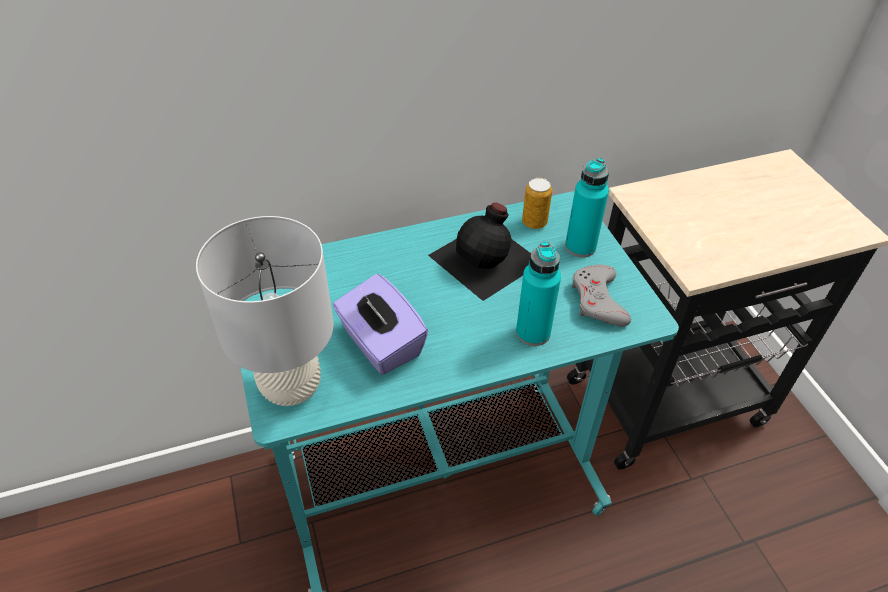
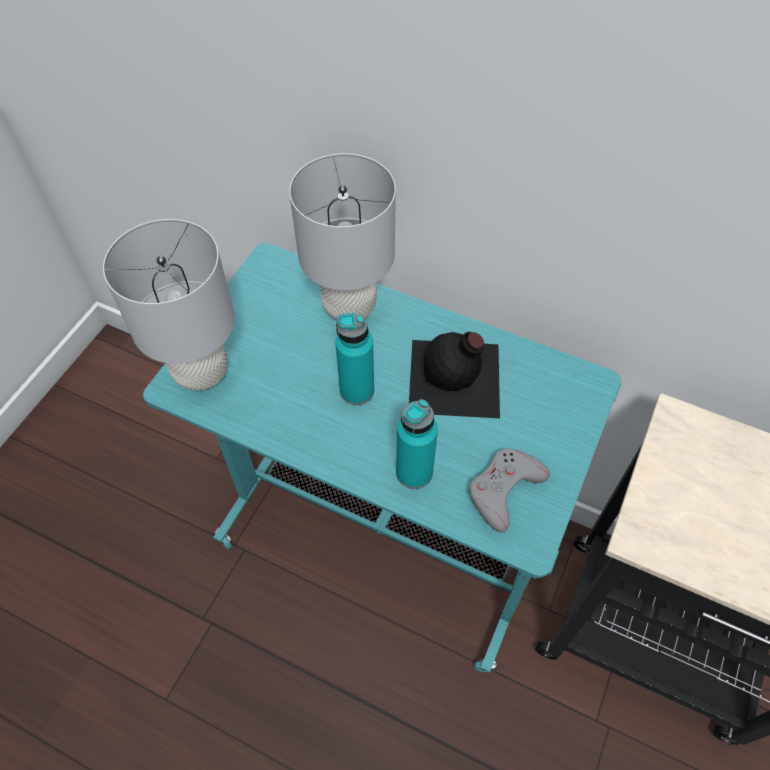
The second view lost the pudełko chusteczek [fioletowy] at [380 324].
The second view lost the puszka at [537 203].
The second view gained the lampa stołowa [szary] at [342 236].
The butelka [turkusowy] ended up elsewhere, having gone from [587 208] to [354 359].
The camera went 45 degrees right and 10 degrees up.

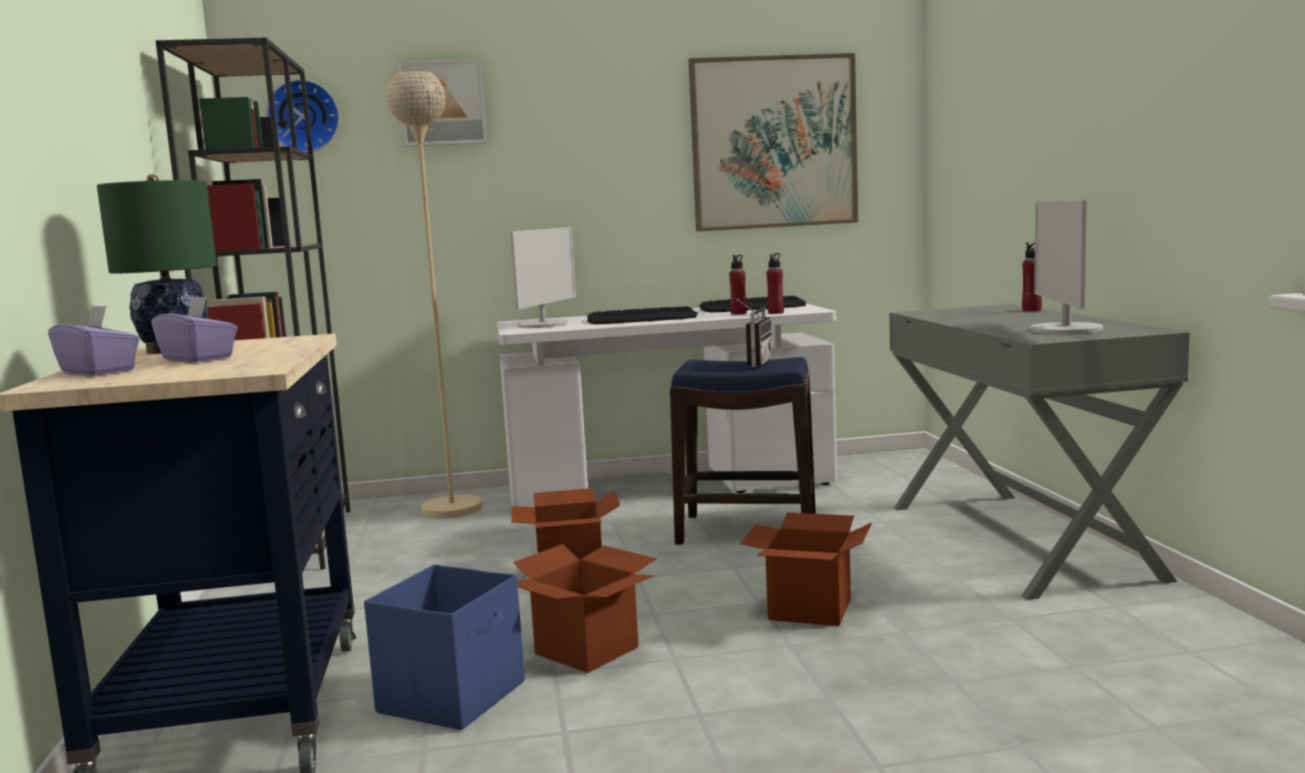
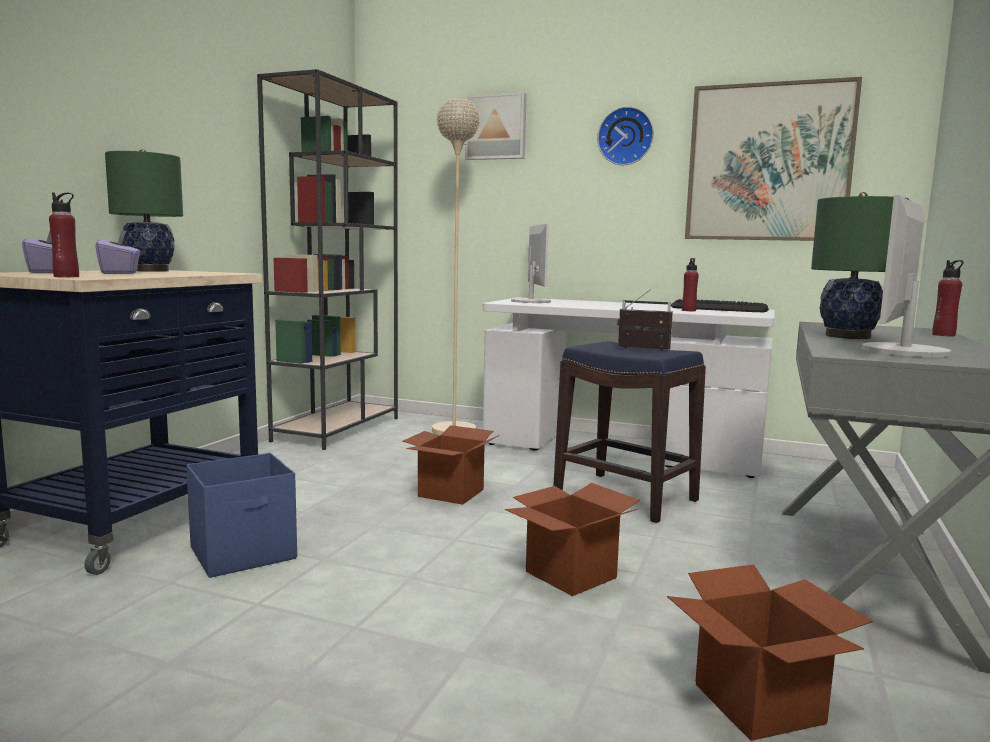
The second view lost the klawiatura at [642 315].
The second view gained the lampa stołowa [zielony] at [860 265].
The zegar ścienny ended up elsewhere, having gone from [303 116] to [625 135].
The karton ended up elsewhere, having gone from [585 608] to [770 652].
The butelka [czerwony] ended up elsewhere, having gone from [775 283] to [64 235].
The monitor at [543 277] ended up facing another way, 60 degrees counterclockwise from before.
The radio at [753 332] ended up facing another way, 120 degrees counterclockwise from before.
The camera went 30 degrees right and 0 degrees up.

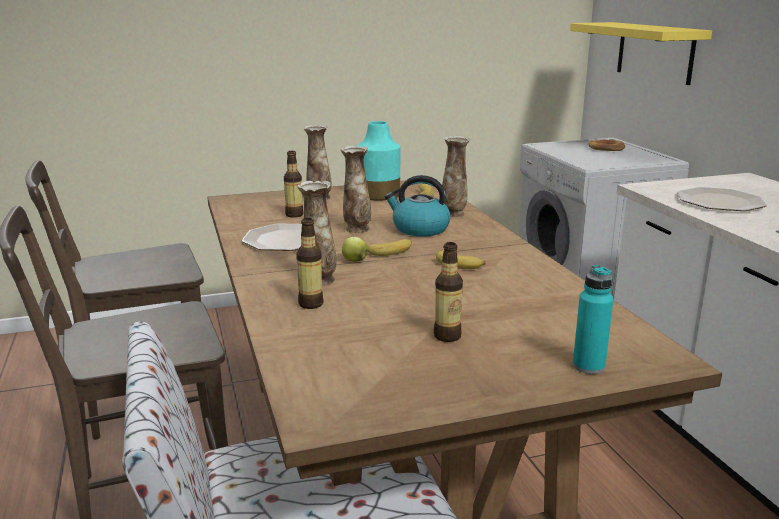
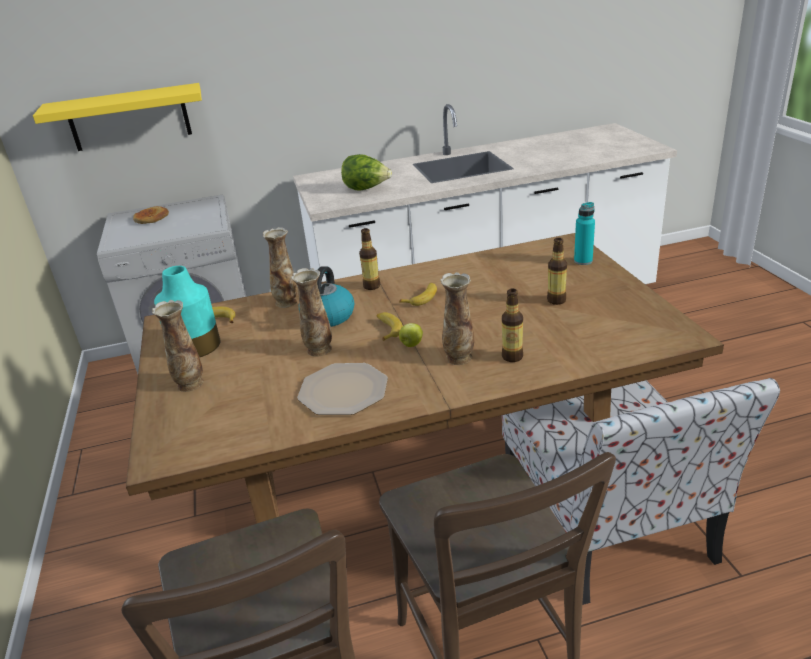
The butelka ended up elsewhere, having gone from [293 184] to [369 259].
Where the talerz stood at [722 199], the sałata came to stand at [366 172].
The camera went 85 degrees left and 10 degrees up.

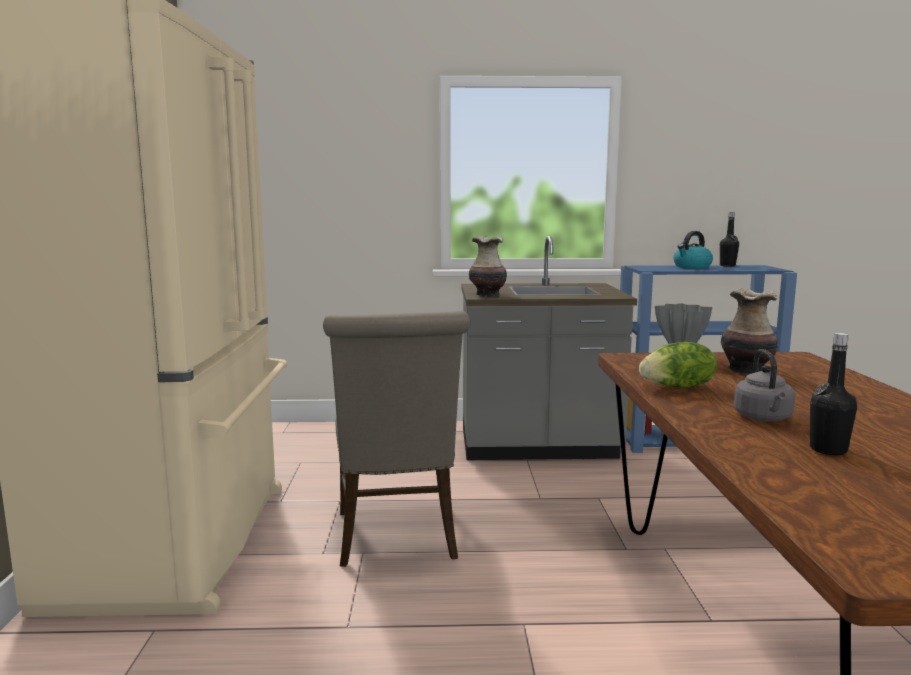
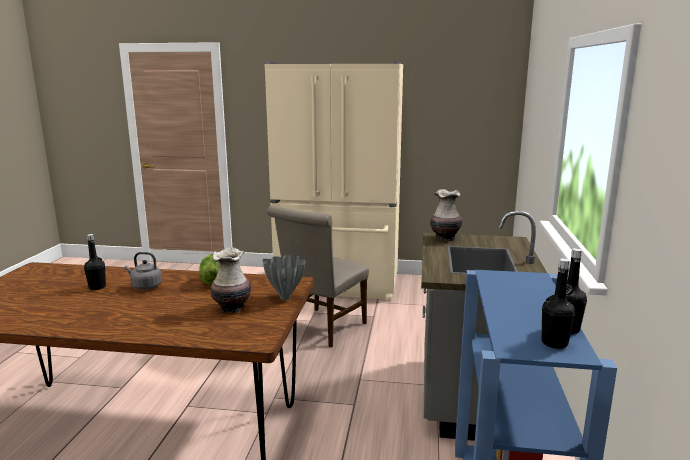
The second view lost the czajnik at [693 249].
The second view gained the butelka [czarny] at [558 303].
The krzesło [beżowy] at [397 439] ended up facing another way, 60 degrees counterclockwise from before.
The camera went 100 degrees right and 5 degrees up.

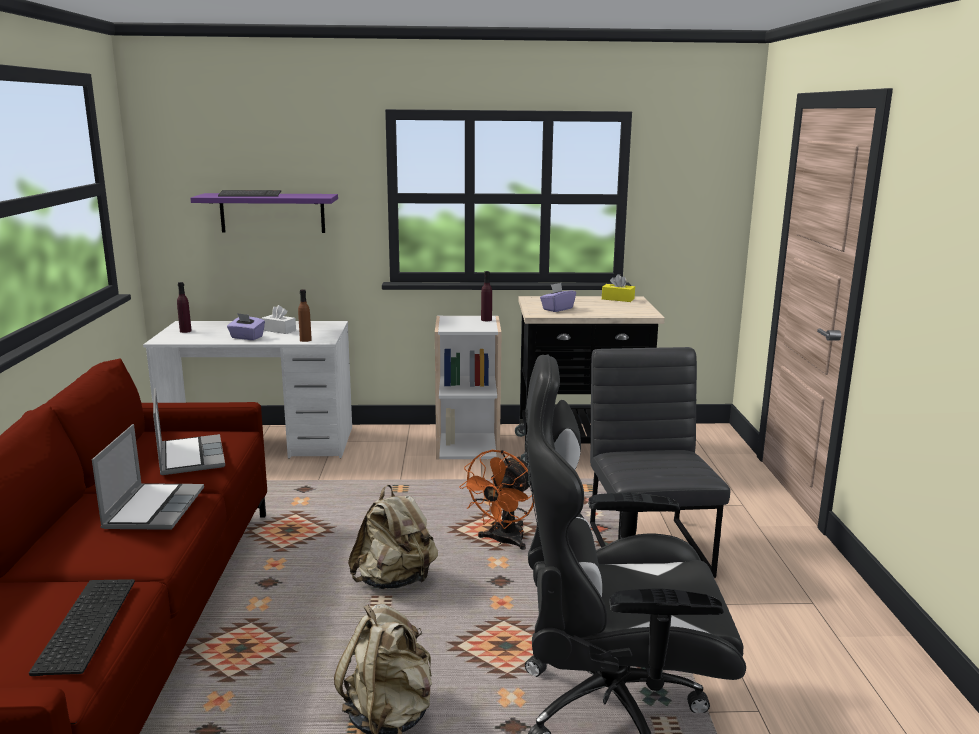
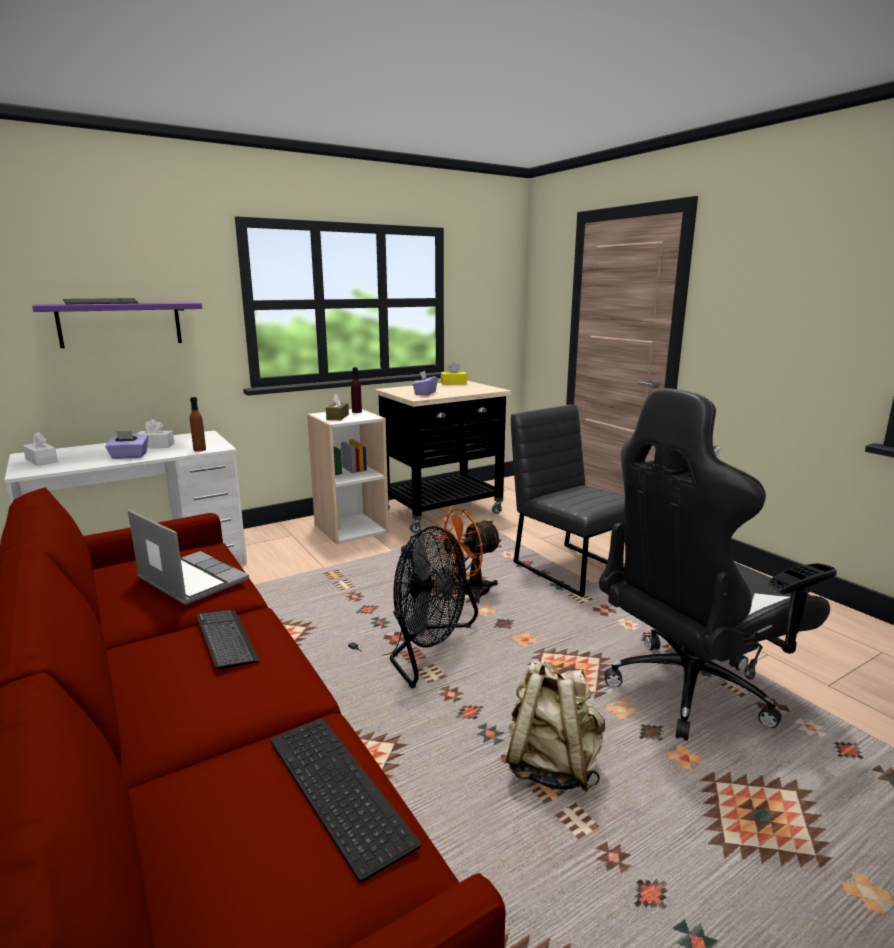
The second view gained the pudełko chusteczek [brązowy] at [337 406].
Where the laptop stood at [148 477], the klawiatura came to stand at [228 640].
Where the butelka [fioletowy] stood at [184 307], the pudełko chusteczek [biały] came to stand at [40 449].
Where the plecak [beżowy] stood at [393 537], the wentylator [czarny] came to stand at [413 607].
The wentylator [pomarańczowy] at [496 500] ended up facing another way, 60 degrees clockwise from before.
The camera went 30 degrees left and 0 degrees up.

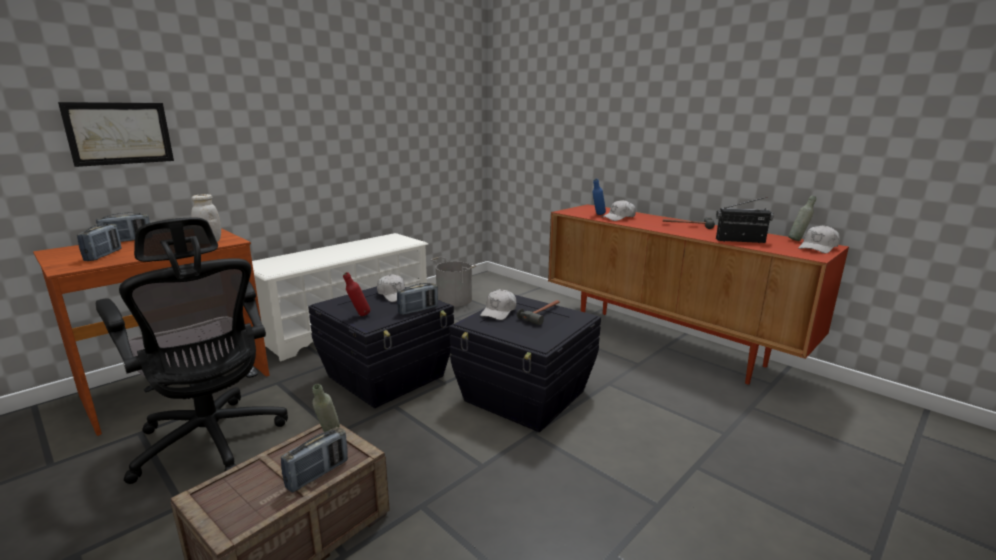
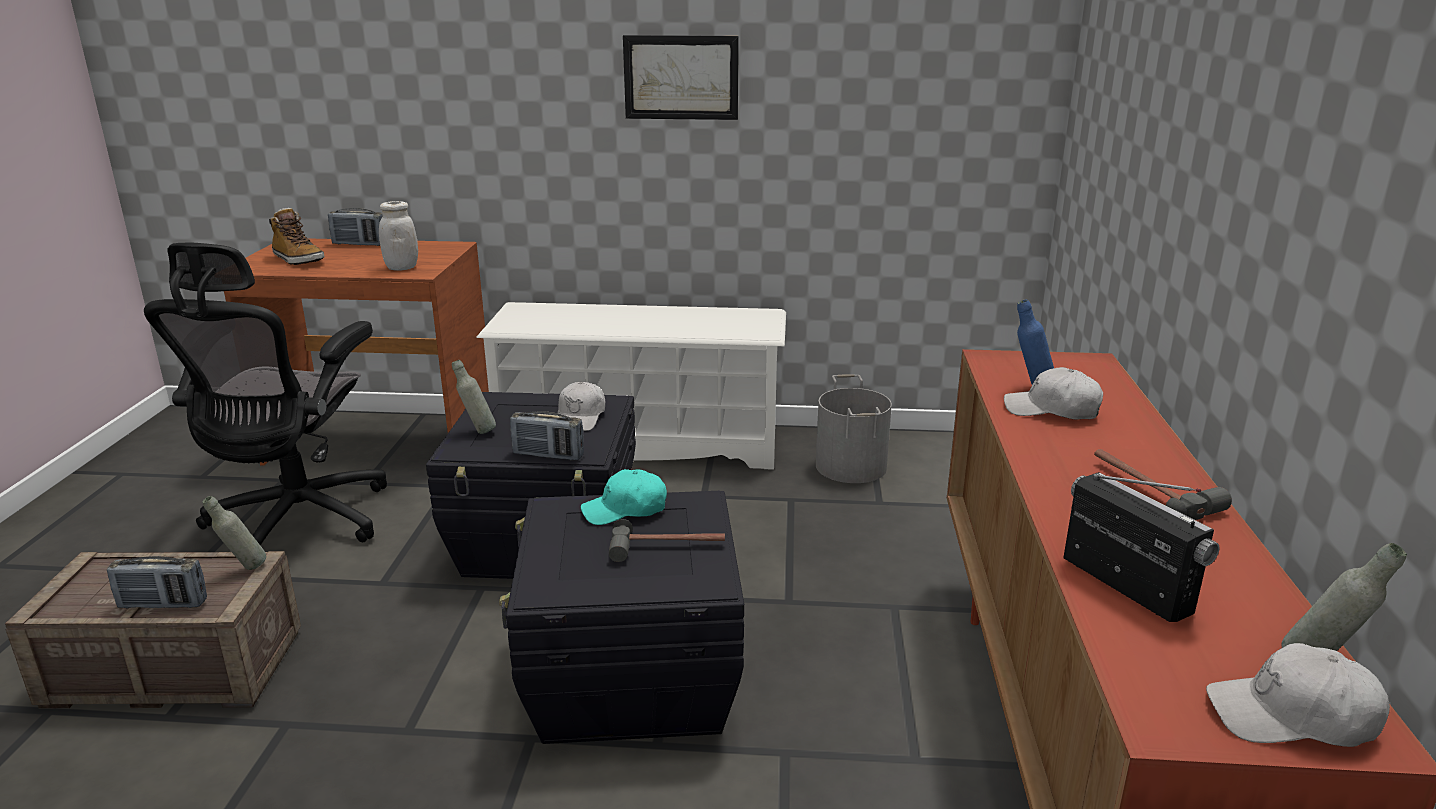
The obraz ended up elsewhere, having gone from [116 134] to [681 77].
Where the radio stood at [99 242], the but z cholewką came to stand at [296 236].
What was the butelka [czerwony] at [356 294] turned into the butelka [szary] at [474 397].
What was the czapka z daszkiem [biały] at [498 304] turned into the czapka z daszkiem [turkusowy] at [624 497].
The camera went 50 degrees right and 5 degrees up.

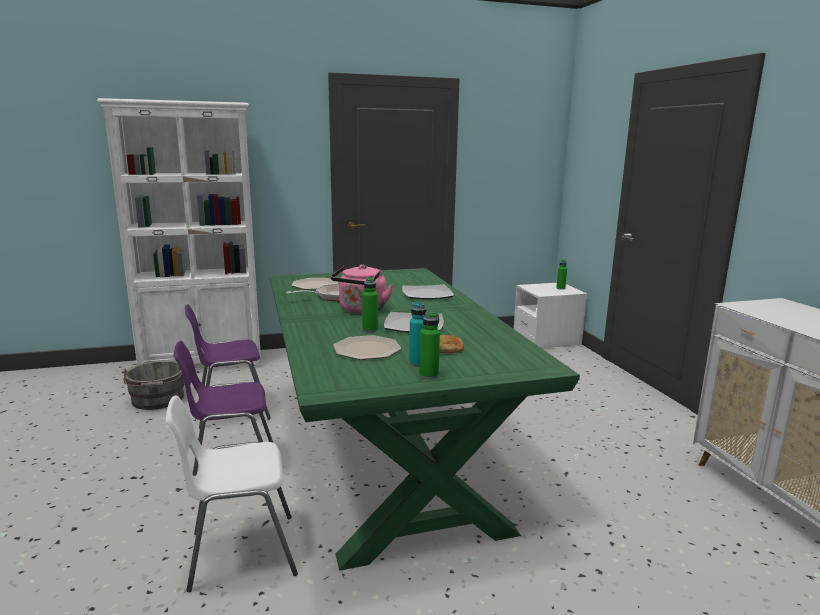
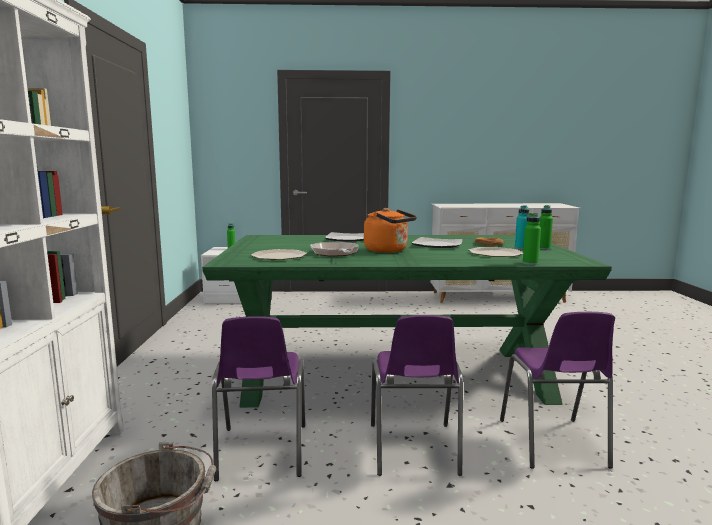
The butelka [zielony] ended up elsewhere, having gone from [370 304] to [531 239].
What was the krzesło [biały] at [232 493] turned into the krzesło [fioletowy] at [557 390].
What was the czajnik [różowy] at [362 289] turned into the czajnik [pomarańczowy] at [390 230].
The camera went 75 degrees left and 5 degrees down.

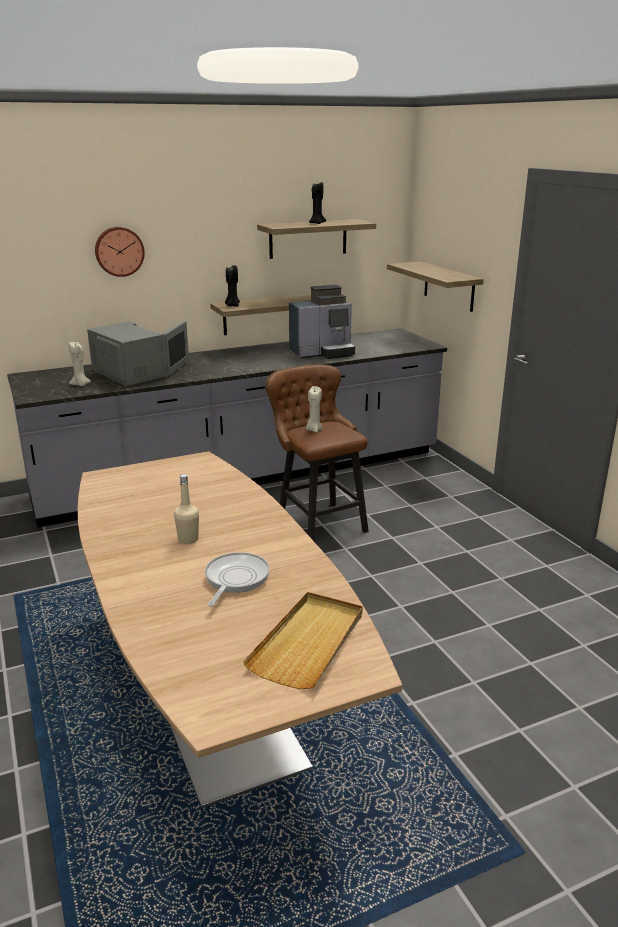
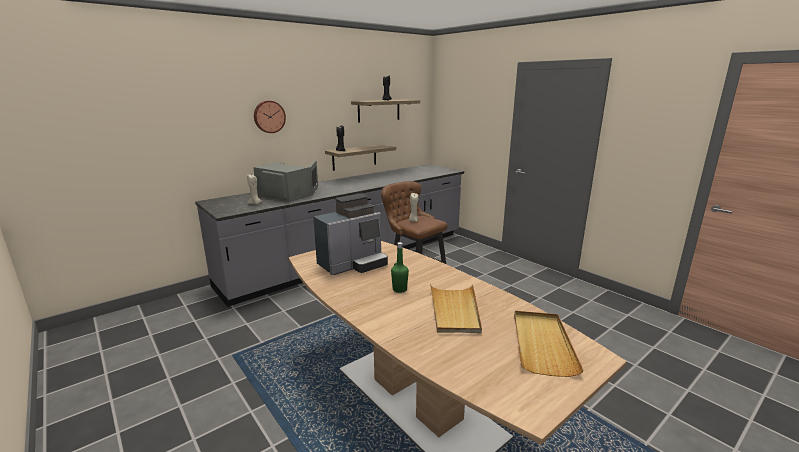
The second view lost the półka at [435 286].
The ekspres do kawy ended up elsewhere, having gone from [322 322] to [350 234].
Where the patelnia stood at [237 579], the taca [beżowy] came to stand at [456 308].
What was the butelka [beżowy] at [186 509] turned into the butelka [zielony] at [400 267].
The camera went 15 degrees left and 5 degrees down.

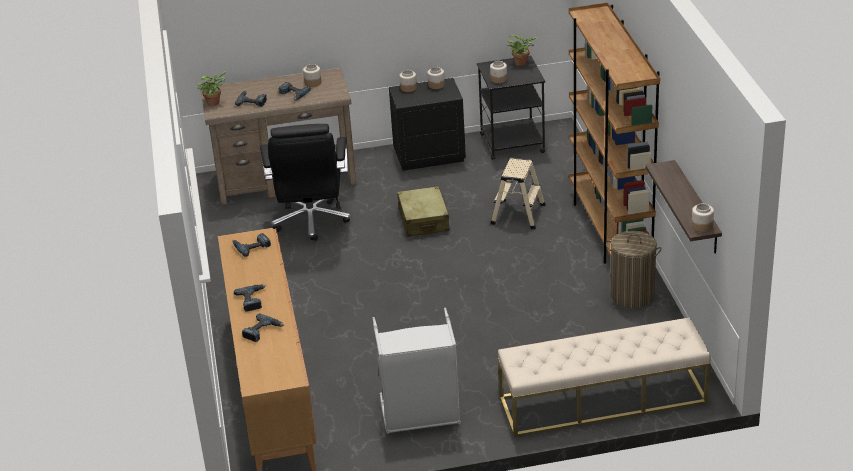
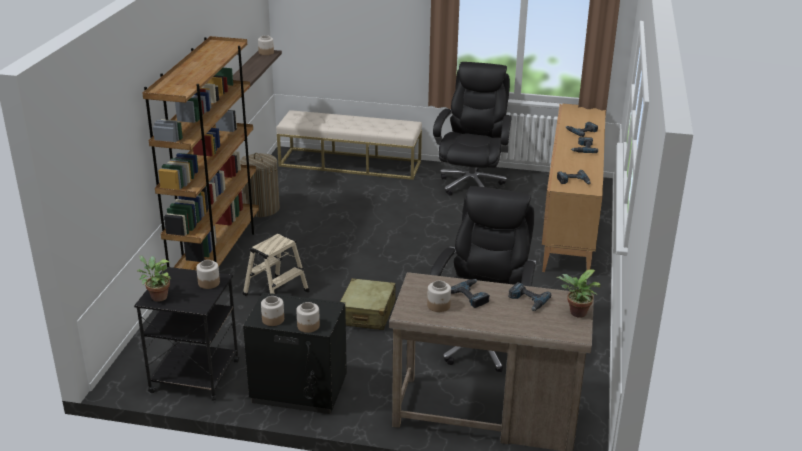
Where the kosz na pranie [szary] stood at [416 371], the krzesło biurowe [czarny] came to stand at [472 128].
The camera went 160 degrees left and 5 degrees down.

